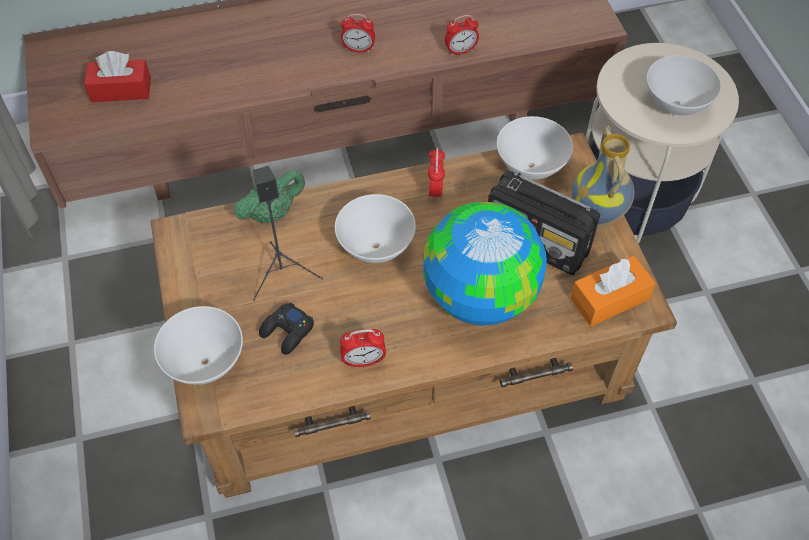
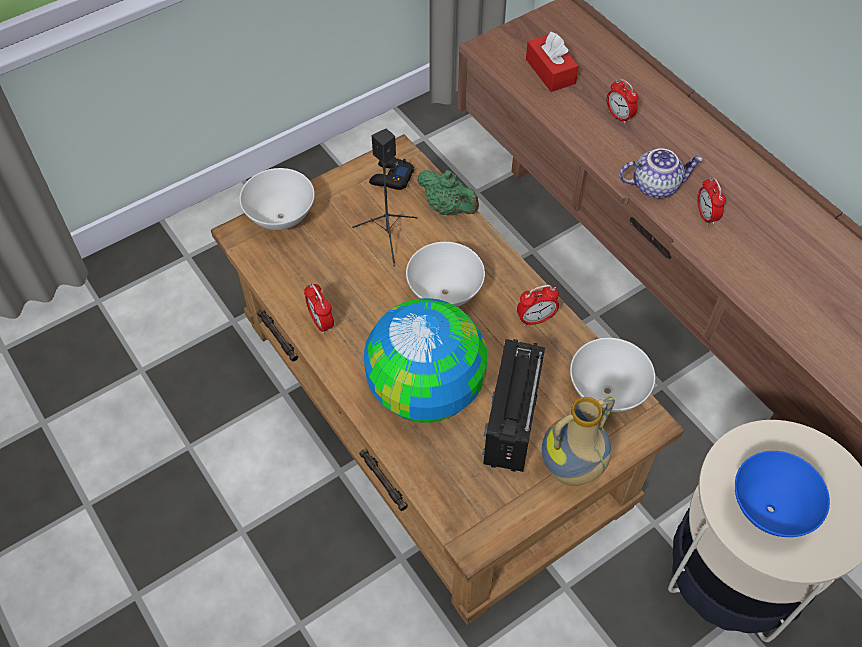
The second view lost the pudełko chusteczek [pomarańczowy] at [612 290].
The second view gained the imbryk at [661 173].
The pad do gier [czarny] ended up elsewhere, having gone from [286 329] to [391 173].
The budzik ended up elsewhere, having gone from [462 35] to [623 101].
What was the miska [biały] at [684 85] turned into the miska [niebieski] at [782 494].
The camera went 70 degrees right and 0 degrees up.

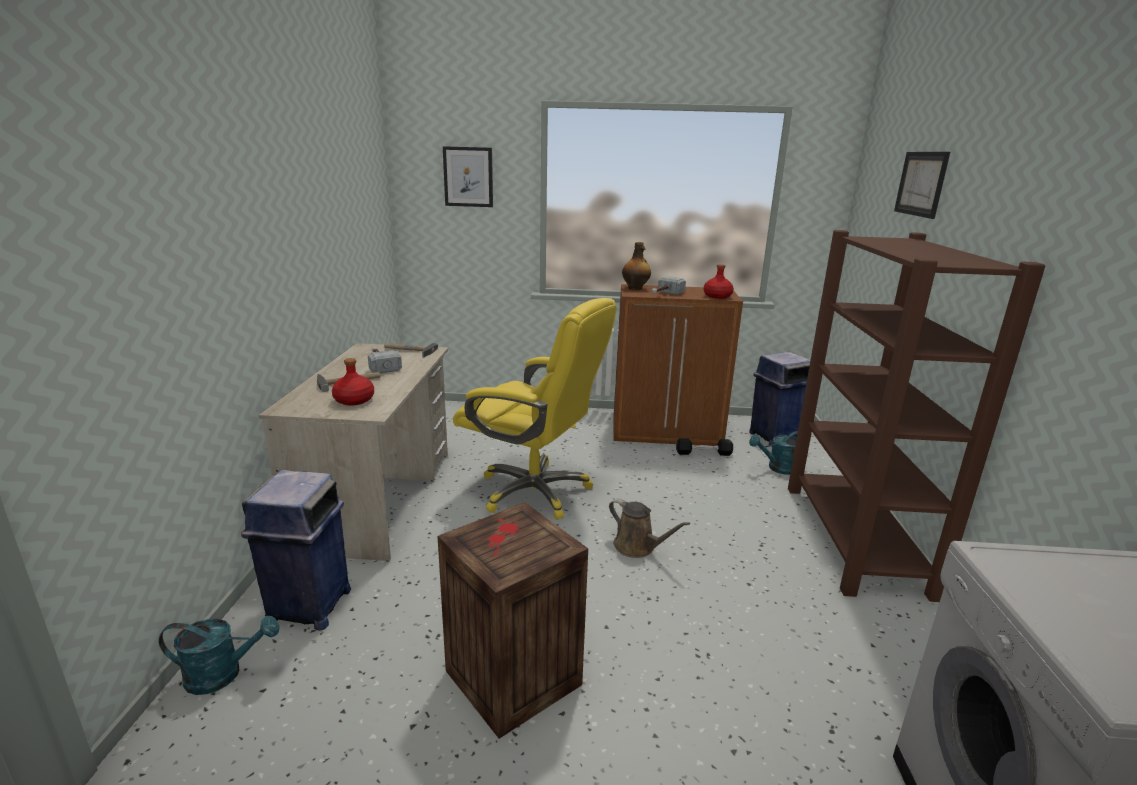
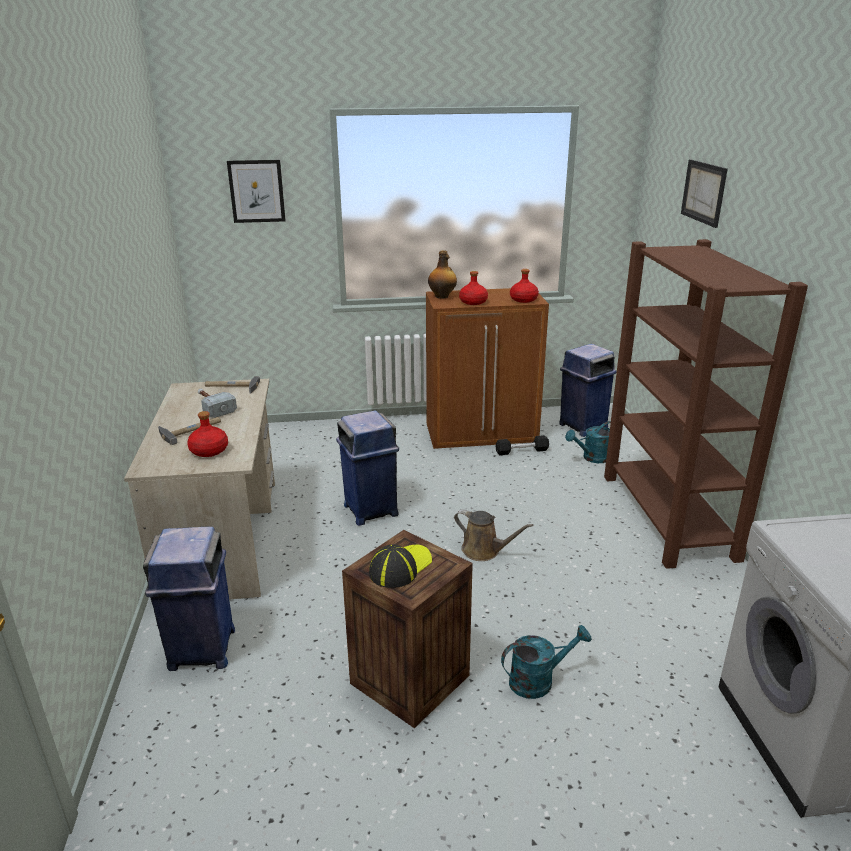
The second view gained the czapka z daszkiem at [400 566].
The konewka [turkusowy] ended up elsewhere, having gone from [219 655] to [546 662].
Where the krzesło biurowe [żółty] stood at [534 409], the kosz na śmieci [niebieski] came to stand at [367 468].
Where the młotek stood at [669 285], the butelka [czerwony] came to stand at [473 288].
The camera went 10 degrees left and 5 degrees up.

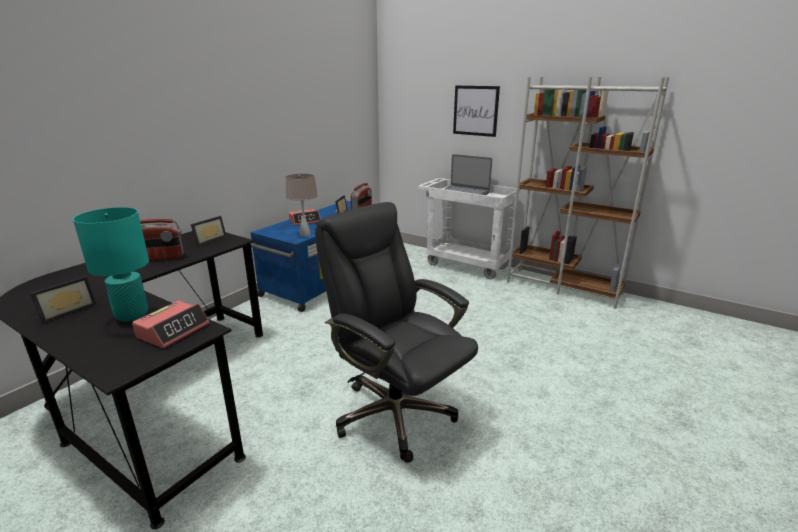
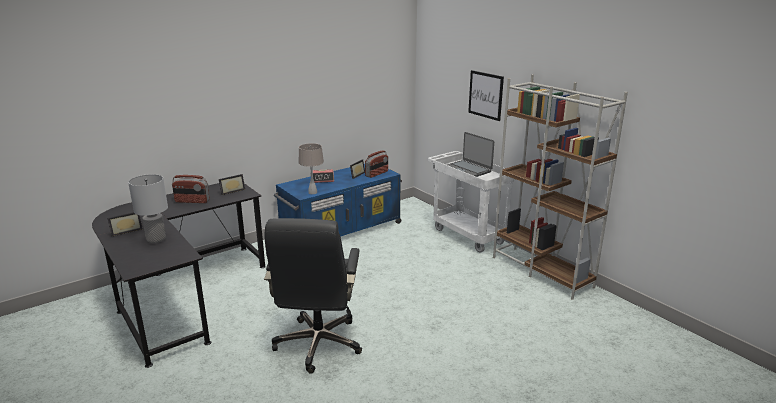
The second view lost the budzik at [171 324].
What was the lampa stołowa [turkusowy] at [111 264] turned into the lampa stołowa [szary] at [148 208].
The krzesło biurowe [czarny] at [396 332] ended up facing another way, 150 degrees counterclockwise from before.
The camera went 20 degrees right and 0 degrees up.

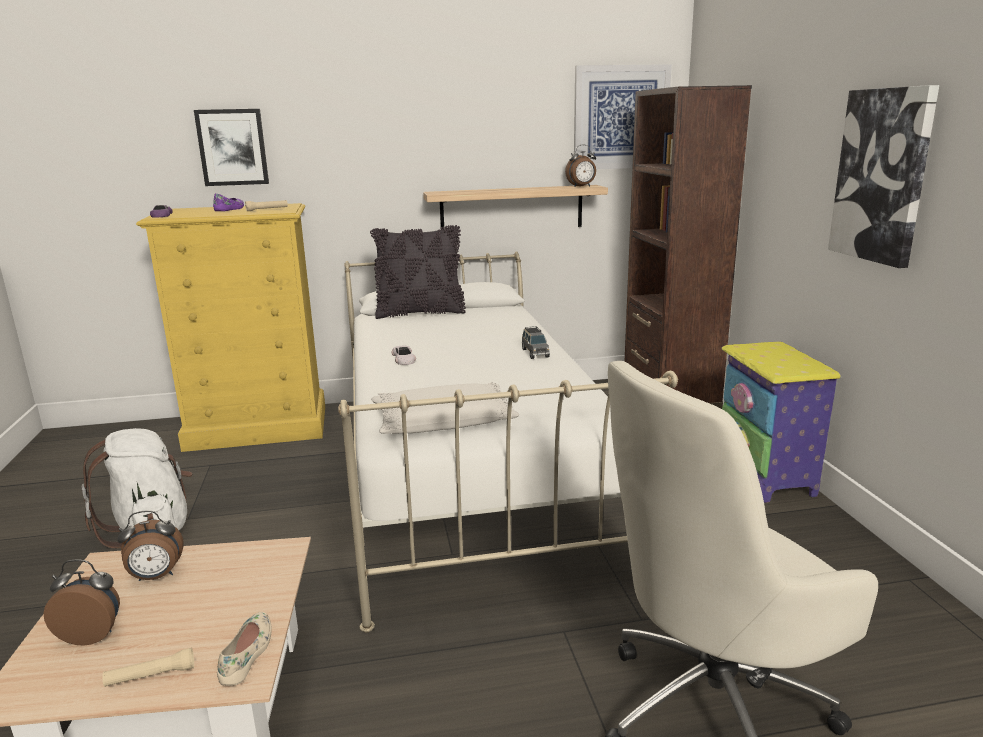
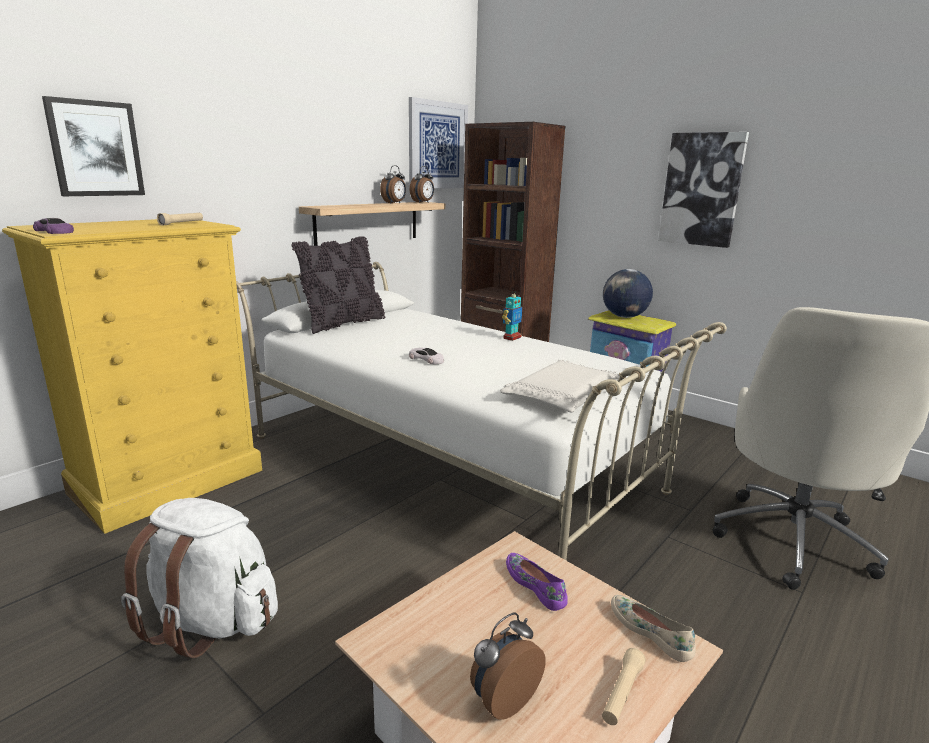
The second view gained the globus at [628 293].
The budzik ended up elsewhere, having gone from [150 545] to [393 184].
The but [fioletowy] ended up elsewhere, having gone from [228 202] to [537 582].
Where the samochodzik [szary] stood at [536 342], the robot zabawkowy came to stand at [512 315].
The camera went 40 degrees left and 0 degrees up.

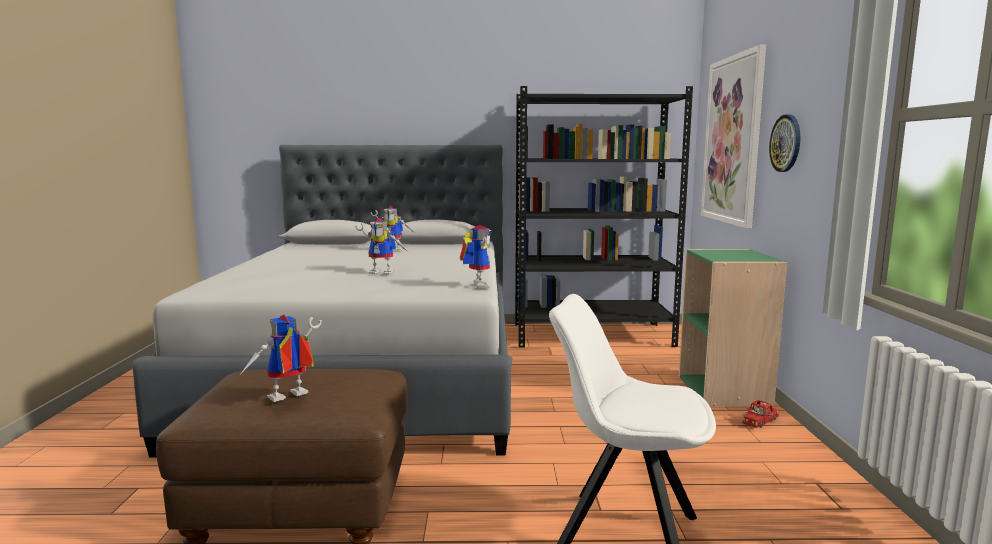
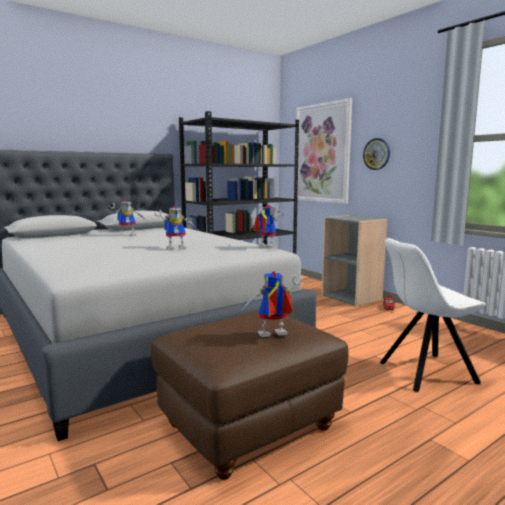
What was the regał [zielony] at [733 327] turned into the regał [szary] at [354 260].
The robot zabawkowy at [281 358] ended up facing another way, 60 degrees clockwise from before.
The camera went 35 degrees left and 0 degrees up.

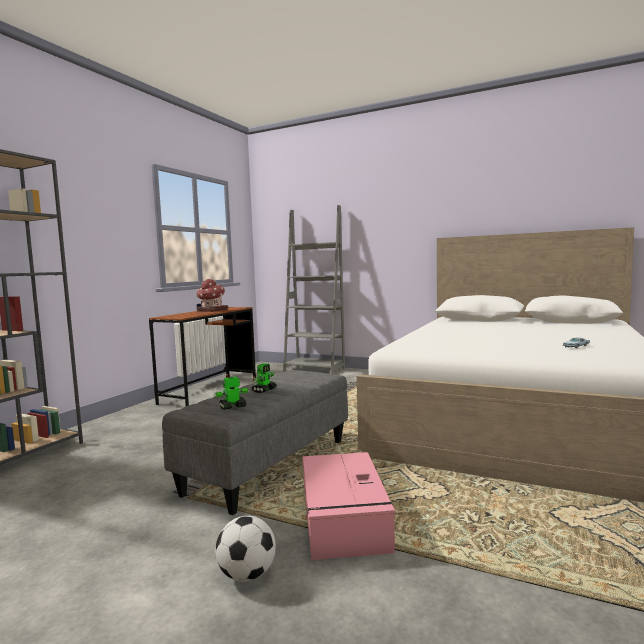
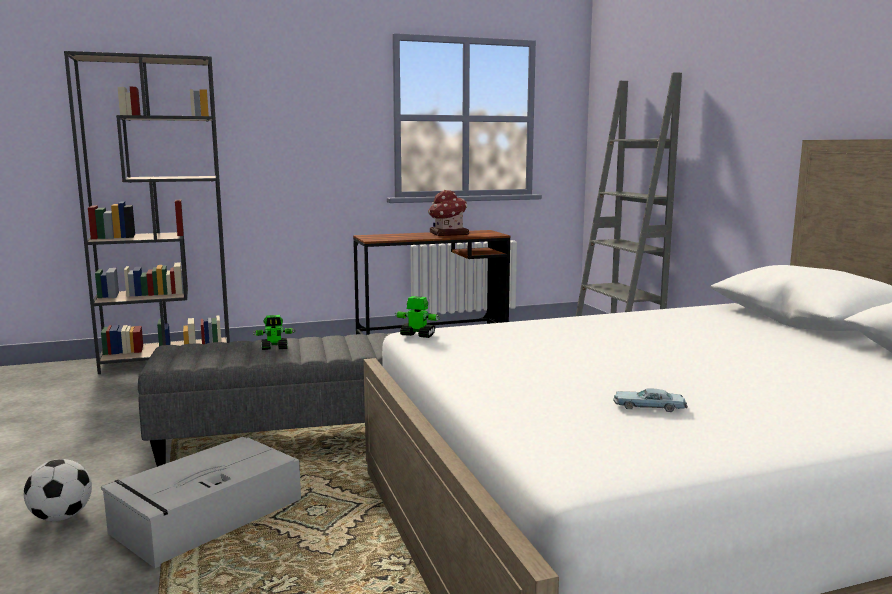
The robot zabawkowy ended up elsewhere, having gone from [231 393] to [417 317].
What was the pojemnik do przechowywania [różowy] at [349 506] turned into the pojemnik do przechowywania [szary] at [201 502].
The camera went 45 degrees right and 5 degrees up.

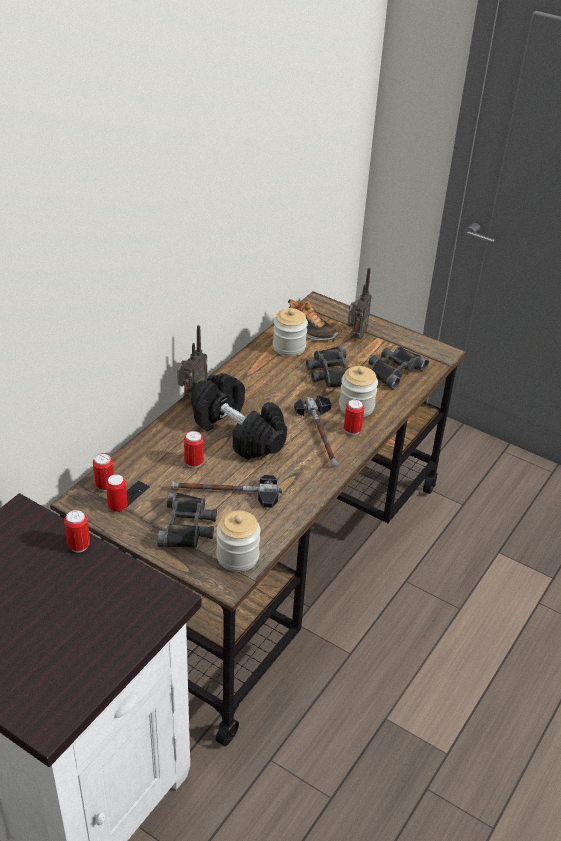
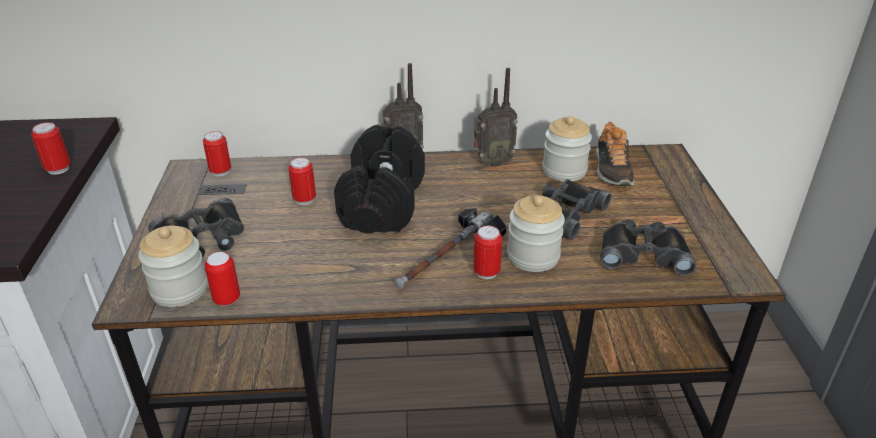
The second view lost the młotek at [226 491].
The puszka ended up elsewhere, having gone from [117 493] to [222 279].
The radio ended up elsewhere, having gone from [359 304] to [496 117].
The camera went 55 degrees right and 5 degrees down.

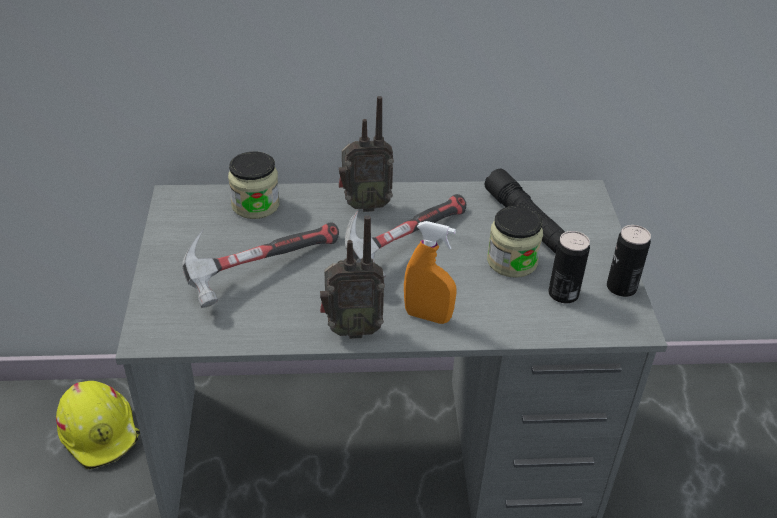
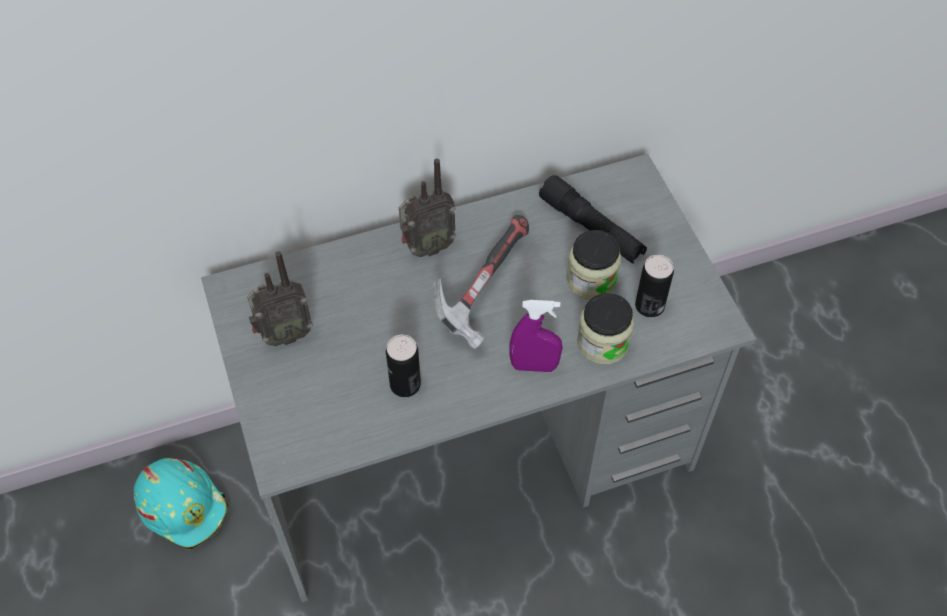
The second view lost the młotek at [260 265].
The słoik ended up elsewhere, having gone from [254 185] to [605 328].
The radio ended up elsewhere, having gone from [352 277] to [280 298].
The puszka ended up elsewhere, having gone from [629 261] to [403 366].
What was the kask [żółty] at [98 425] turned into the kask [turkusowy] at [181 503].
What was the spryskiwacz [pomarańczowy] at [430 272] turned into the spryskiwacz [fioletowy] at [536 336].
The camera went 15 degrees left and 15 degrees up.

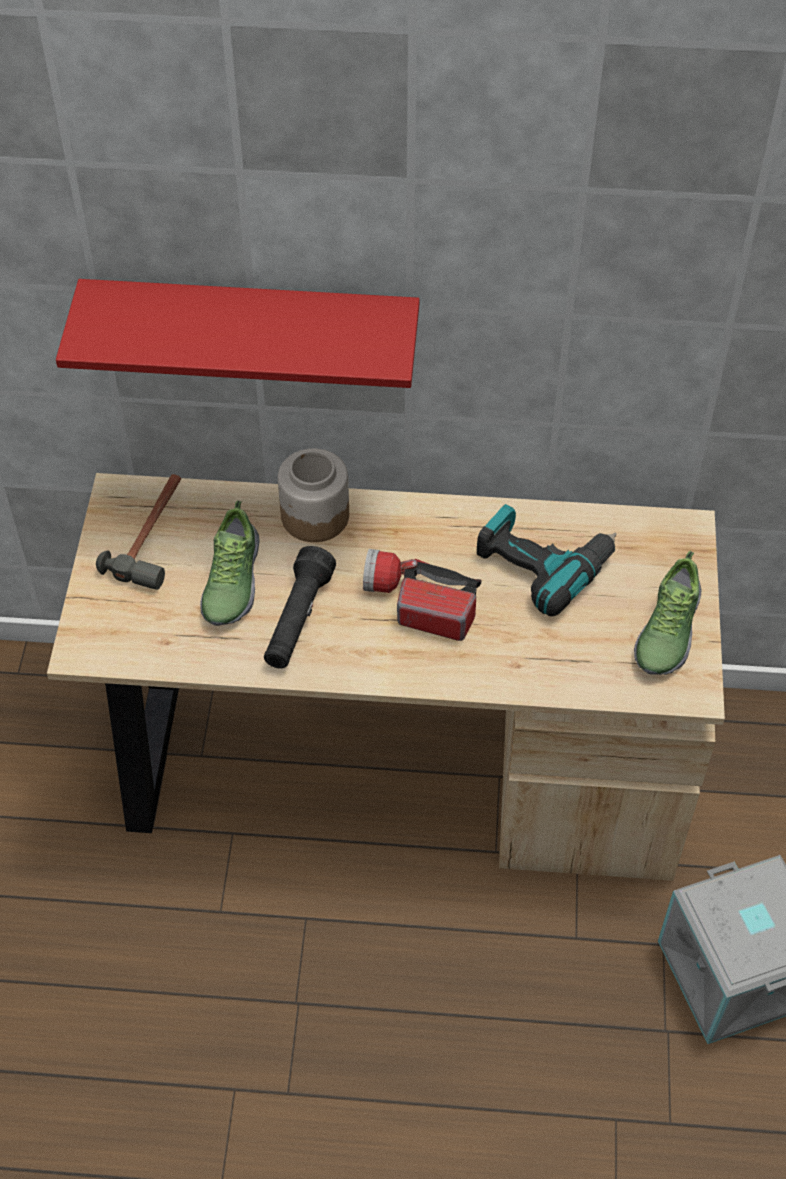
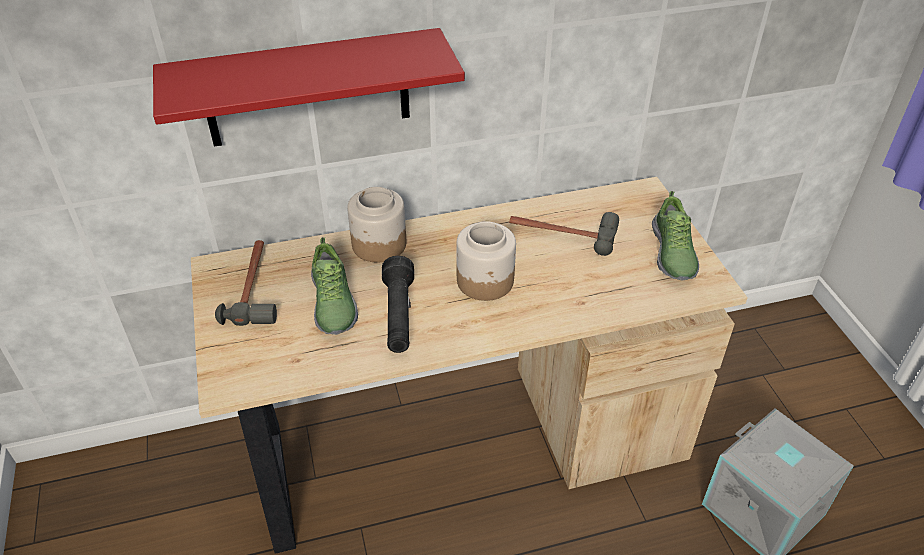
Where the latarka stood at [422 595], the słoik came to stand at [486 261].
Where the wiertarka stood at [547 560], the młotek came to stand at [564 234].
The camera went 20 degrees left and 10 degrees down.

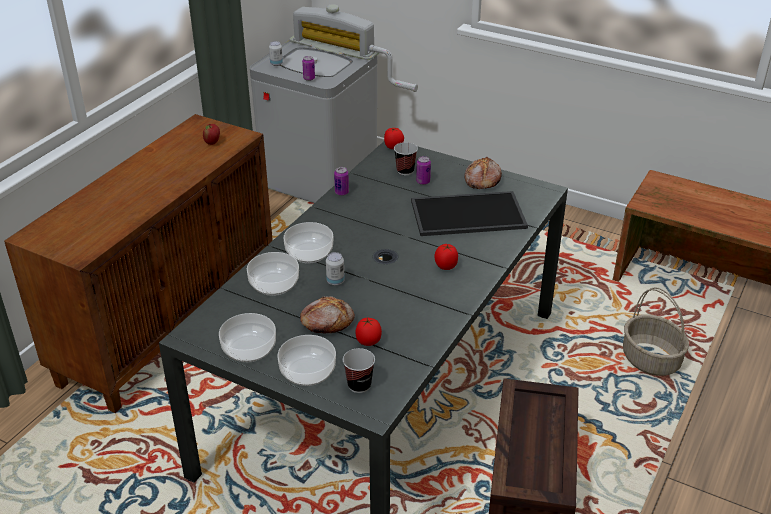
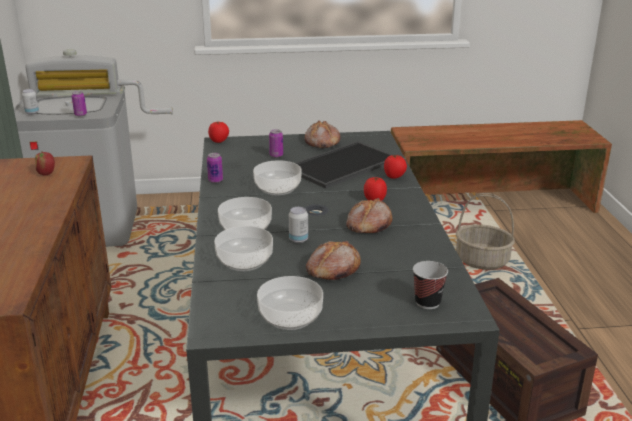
The second view lost the filiżanka at [406 158].
The second view gained the chleb at [369 215].
The miska ended up elsewhere, having gone from [306 360] to [277 177].
The pomidor ended up elsewhere, having gone from [368 332] to [395 167].
The camera went 35 degrees left and 10 degrees down.

